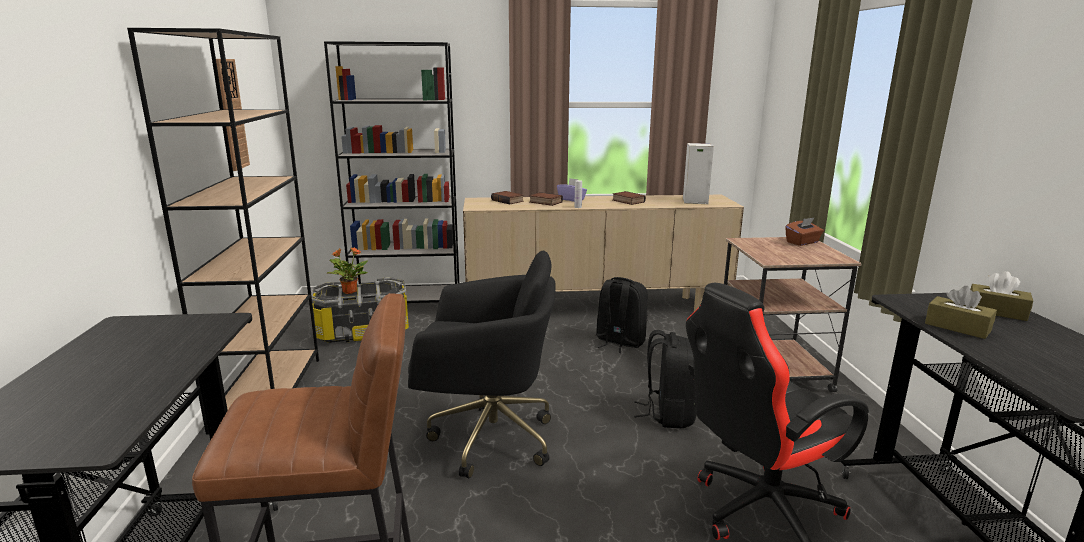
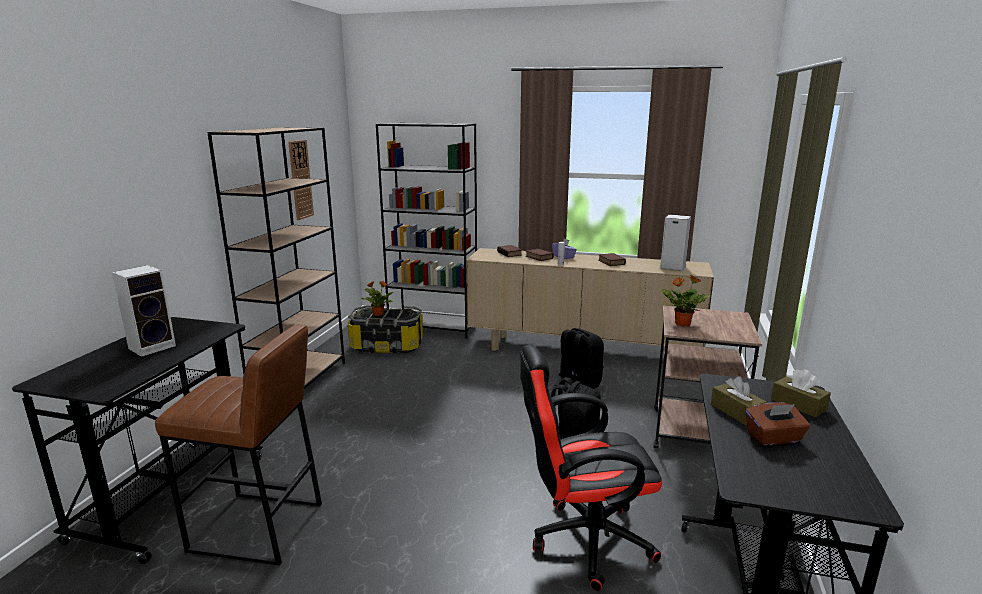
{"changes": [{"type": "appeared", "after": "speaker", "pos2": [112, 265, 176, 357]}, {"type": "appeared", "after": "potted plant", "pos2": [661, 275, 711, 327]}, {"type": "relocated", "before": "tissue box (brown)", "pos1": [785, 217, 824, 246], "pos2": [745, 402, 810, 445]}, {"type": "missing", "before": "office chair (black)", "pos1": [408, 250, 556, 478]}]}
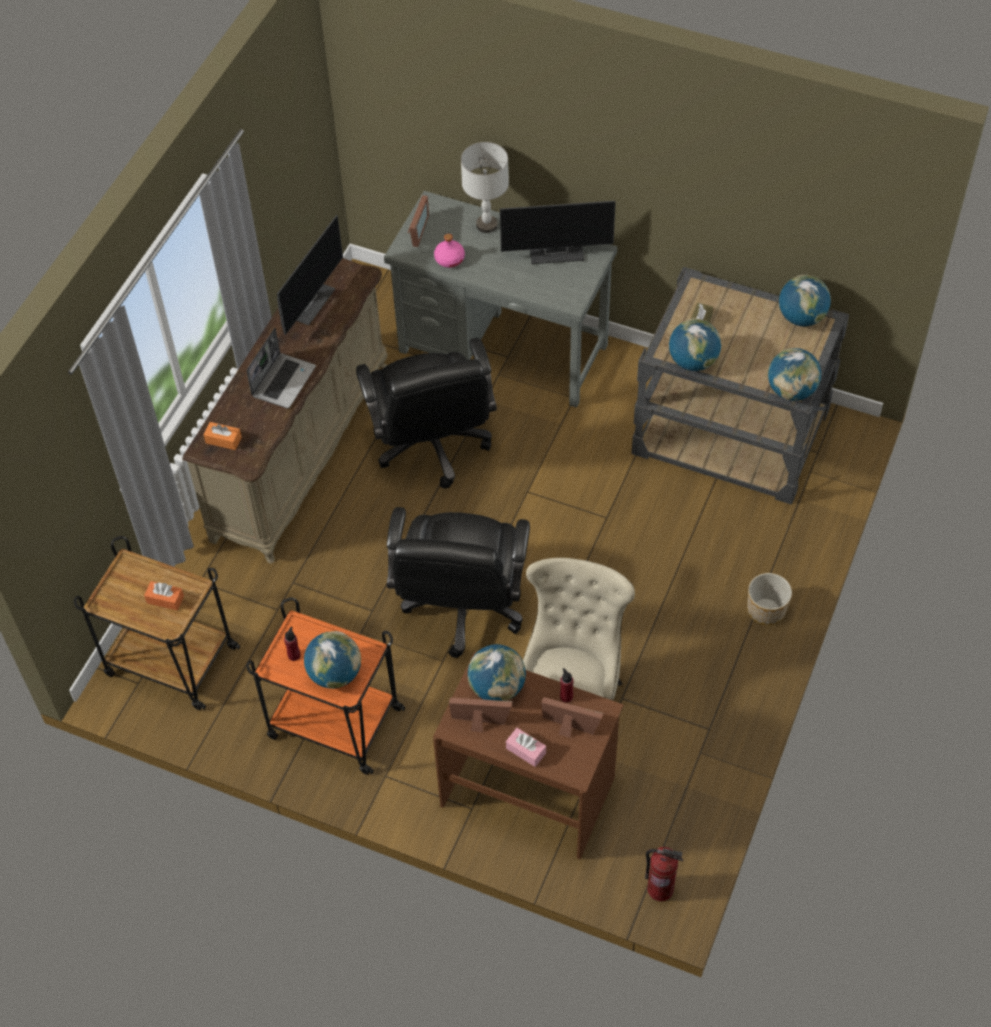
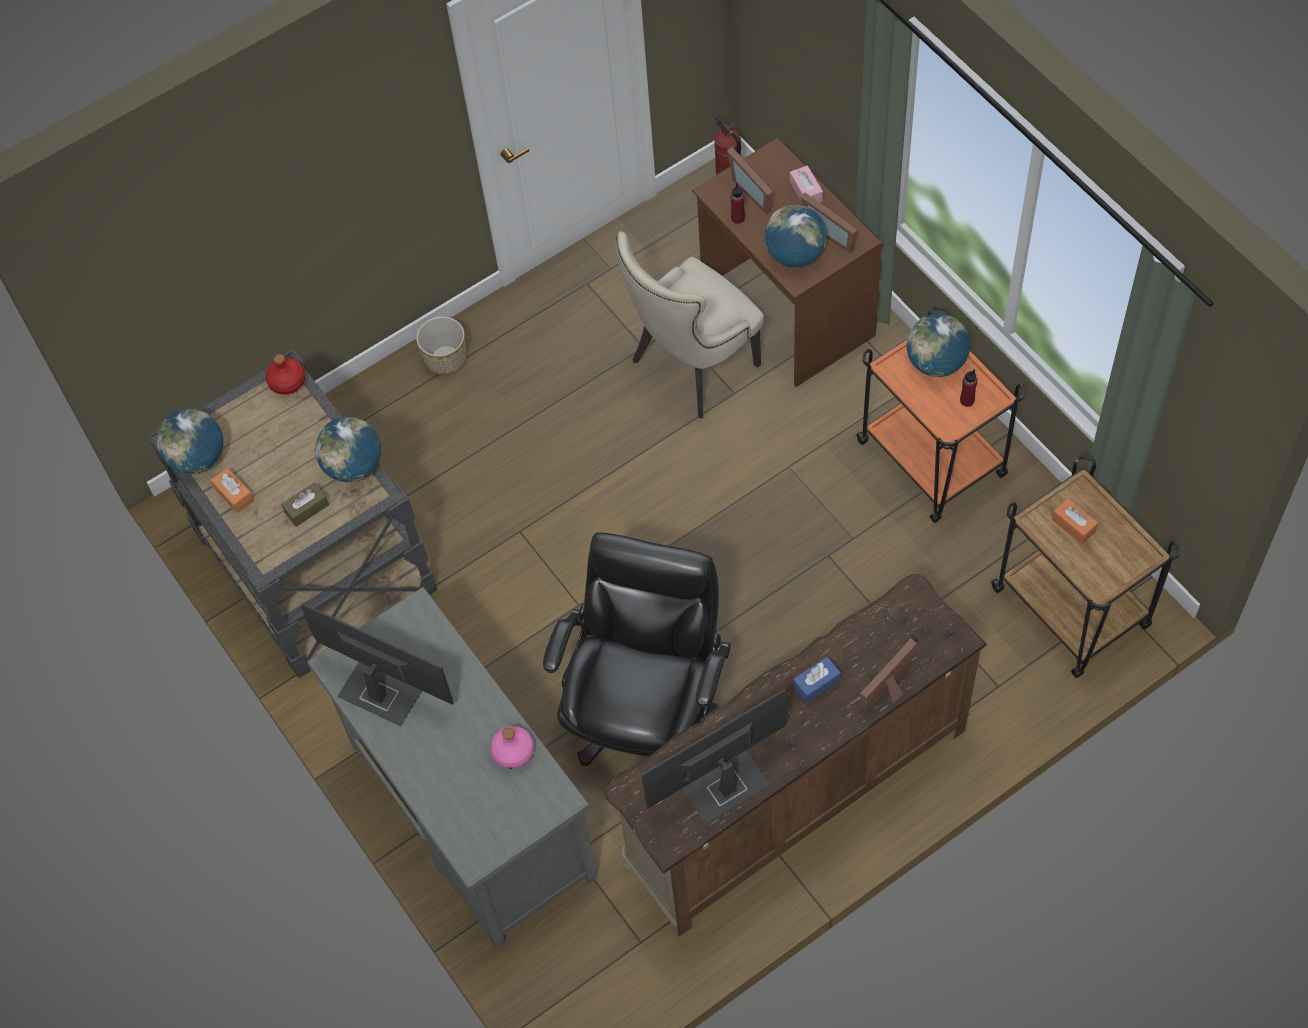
{"changes": [{"type": "relocated", "before": "tissue box (orange)", "pos1": [204, 422, 242, 450], "pos2": [211, 468, 254, 513]}, {"type": "exchanged", "before": "globe", "after": "bottle (red)", "pos1": [768, 348, 821, 401], "pos2": [266, 354, 306, 395]}, {"type": "exchanged", "before": "laptop", "after": "tissue box (blue)", "pos1": [247, 328, 316, 408], "pos2": [793, 657, 841, 703]}, {"type": "relocated", "before": "picture frame", "pos1": [408, 195, 429, 247], "pos2": [860, 639, 917, 712]}, {"type": "missing", "before": "office chair (black)", "pos1": [387, 507, 530, 658]}, {"type": "missing", "before": "table lamp (grey)", "pos1": [461, 142, 509, 233]}]}
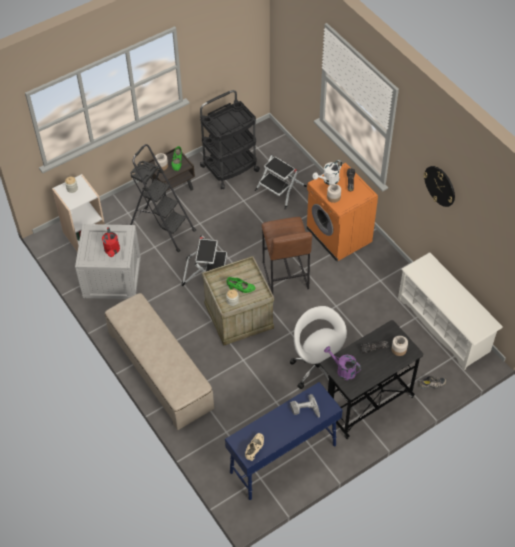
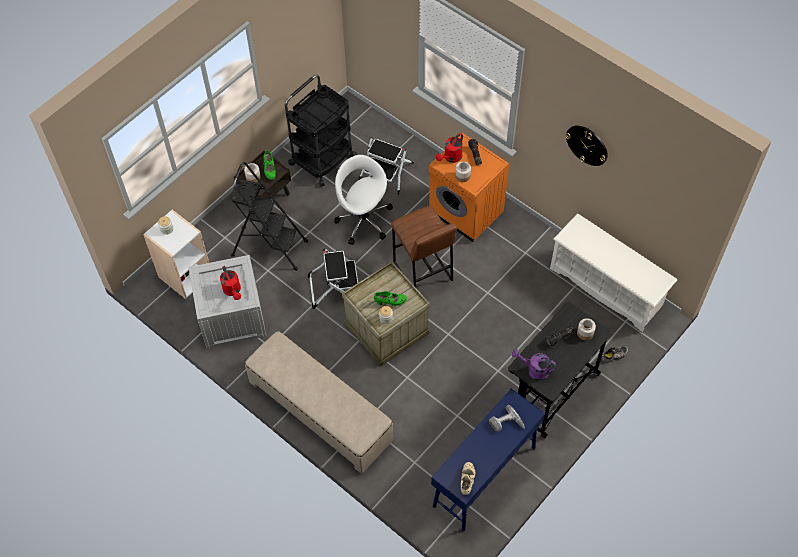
{"changes": [{"type": "relocated", "before": "office chair (white)", "pos1": [290, 306, 347, 389], "pos2": [334, 155, 393, 245]}, {"type": "colour", "before": "watering can (white)", "after": "watering can (red)", "pos1": [312, 160, 342, 185], "pos2": [436, 133, 463, 163]}]}
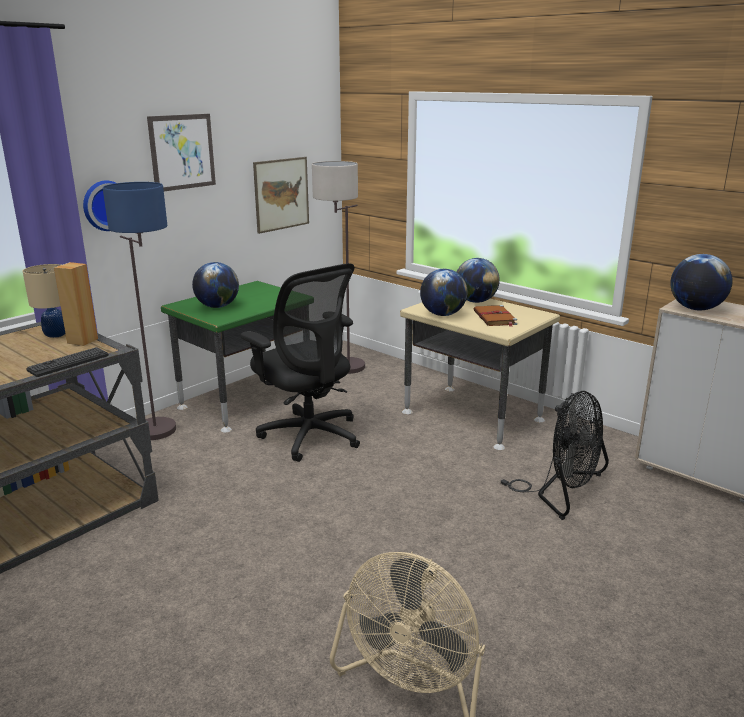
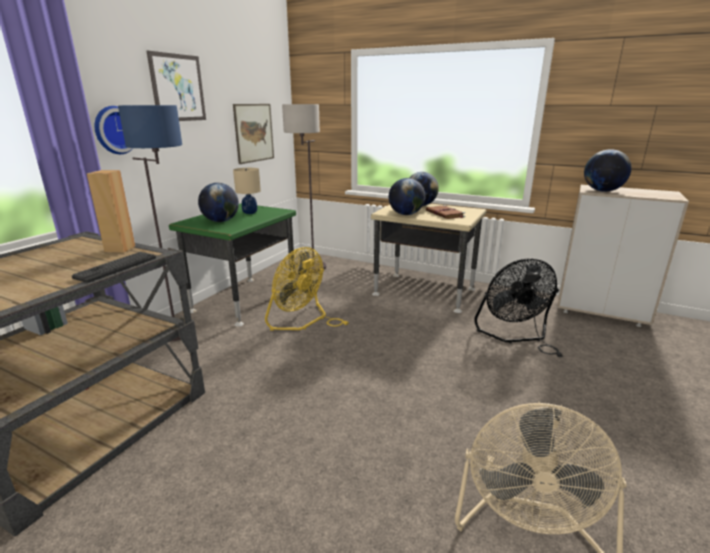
{"changes": [{"type": "relocated", "before": "table lamp (beige)", "pos1": [23, 264, 66, 338], "pos2": [233, 168, 261, 214]}, {"type": "exchanged", "before": "office chair (black)", "after": "fan (yellow)", "pos1": [241, 263, 360, 462], "pos2": [265, 247, 349, 331]}, {"type": "spun", "before": "fan (black)", "pos1": [500, 391, 609, 520], "pos2": [474, 259, 563, 357], "turn": -120}]}
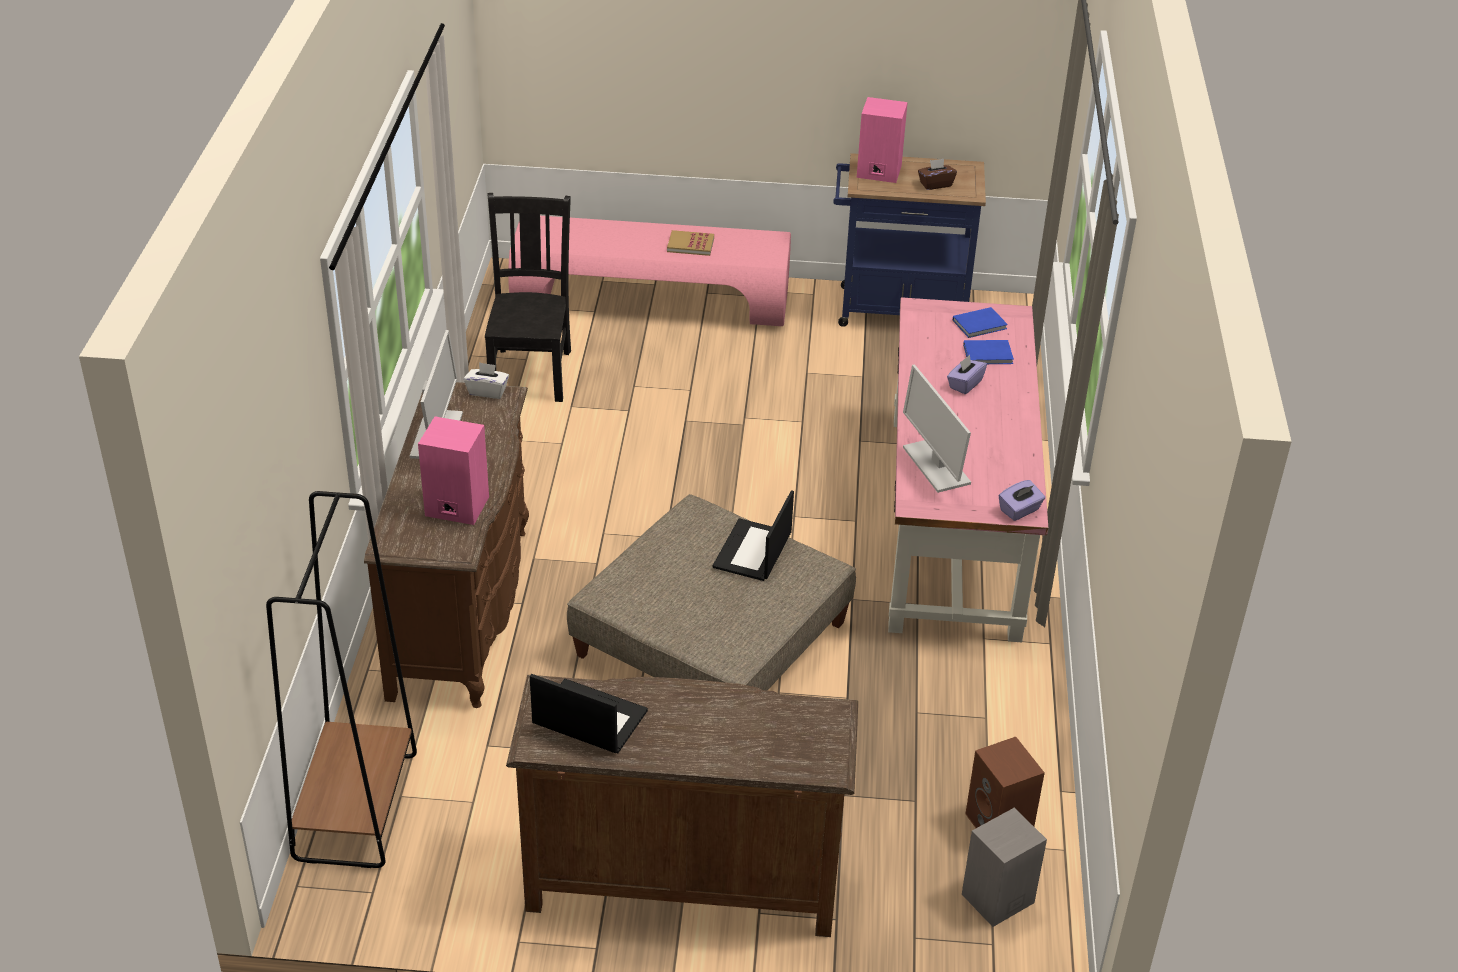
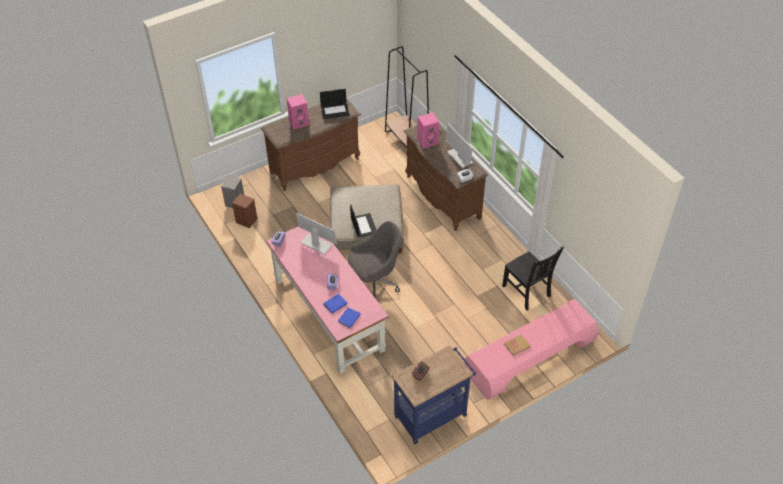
{"changes": [{"type": "relocated", "before": "speaker (pink)", "pos1": [857, 97, 908, 183], "pos2": [286, 94, 309, 129]}, {"type": "appeared", "after": "office chair (grey)", "pos2": [348, 221, 402, 299]}]}
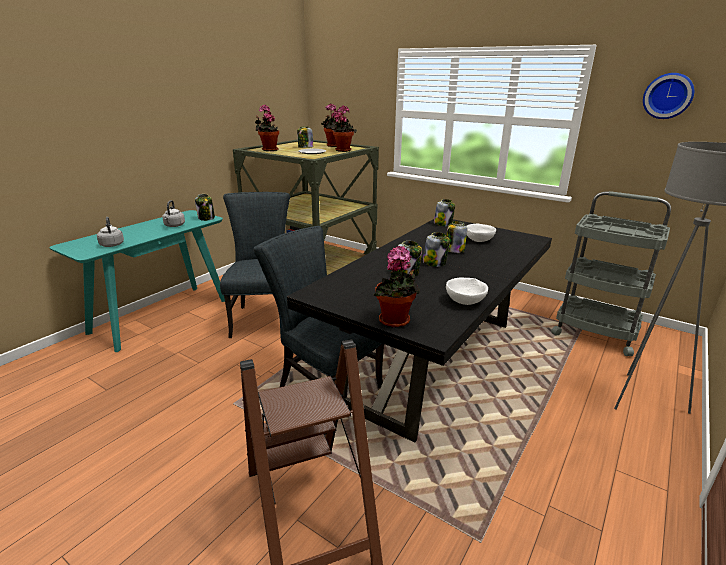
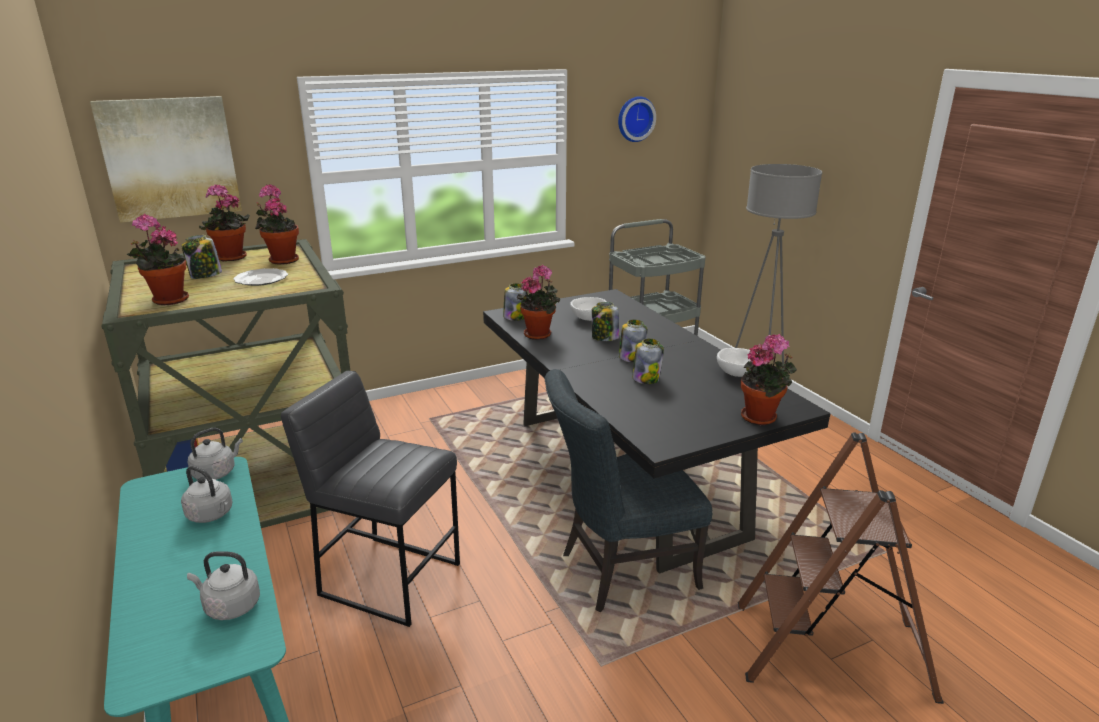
{"changes": [{"type": "appeared", "after": "picture", "pos2": [90, 96, 242, 223]}, {"type": "exchanged", "before": "jar", "after": "kettle (grey)", "pos1": [195, 194, 215, 221], "pos2": [188, 428, 243, 480]}, {"type": "exchanged", "before": "chair (grey)", "after": "stool (grey)", "pos1": [220, 192, 290, 338], "pos2": [281, 371, 460, 627]}, {"type": "appeared", "after": "potted plant", "pos2": [517, 265, 560, 340]}]}
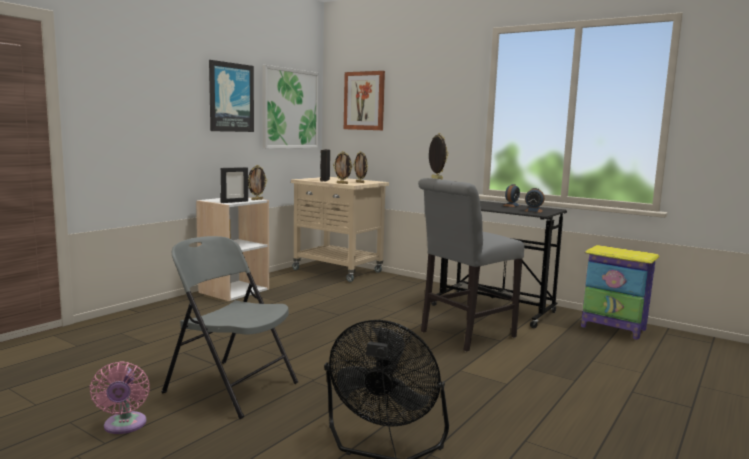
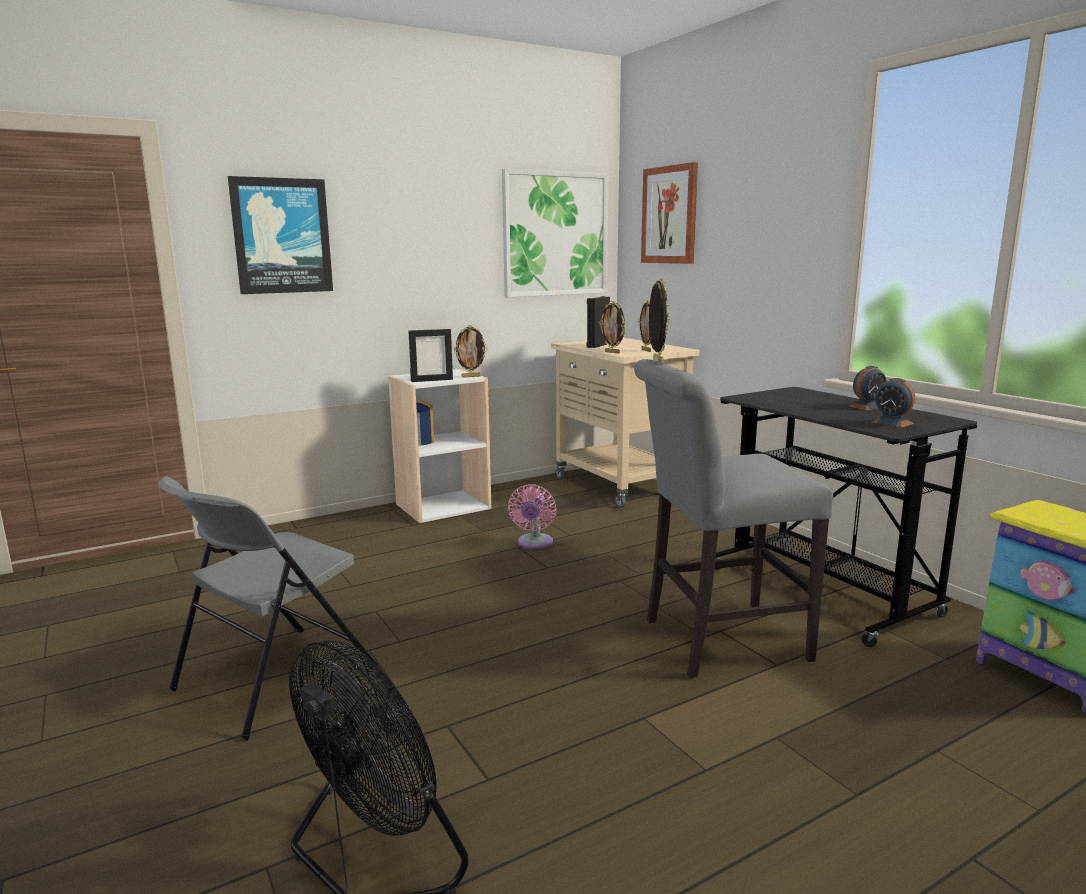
{"changes": [{"type": "spun", "before": "chair (grey)", "pos1": [162, 236, 298, 419], "pos2": [158, 477, 378, 741], "turn": -105}, {"type": "relocated", "before": "picture", "pos1": [209, 60, 254, 132], "pos2": [228, 176, 333, 294]}, {"type": "relocated", "before": "fan (pink)", "pos1": [89, 362, 150, 434], "pos2": [508, 484, 556, 549]}]}
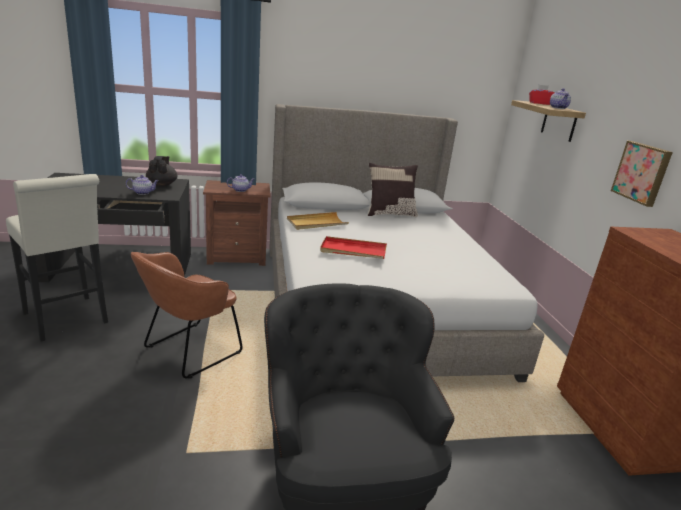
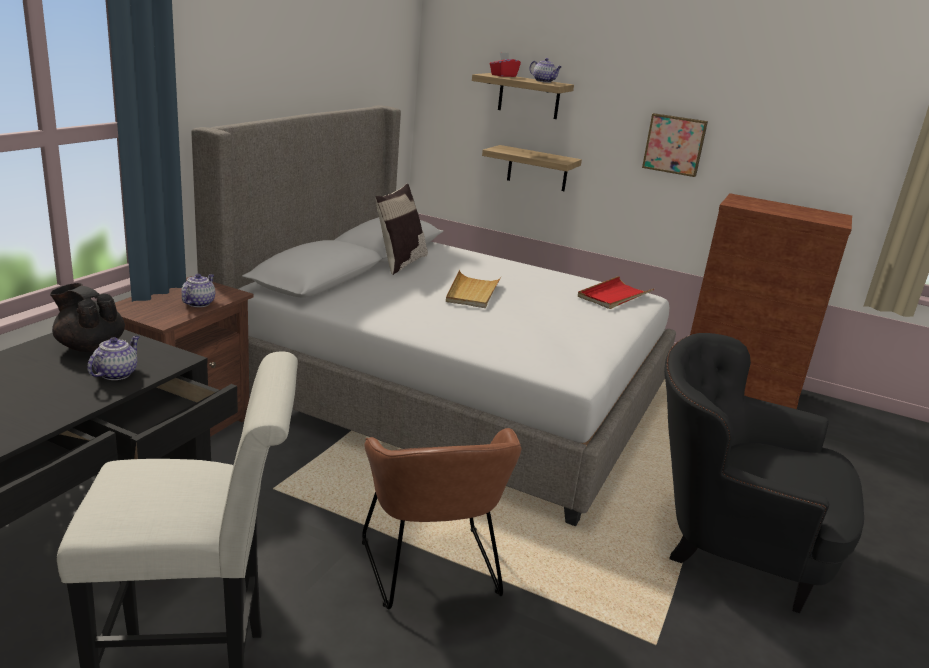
{"changes": [{"type": "relocated", "before": "tray (beige)", "pos1": [287, 212, 349, 230], "pos2": [446, 270, 502, 308]}, {"type": "appeared", "after": "shelf", "pos2": [482, 145, 582, 191]}, {"type": "relocated", "before": "tray (red)", "pos1": [320, 236, 387, 259], "pos2": [578, 276, 655, 309]}]}
